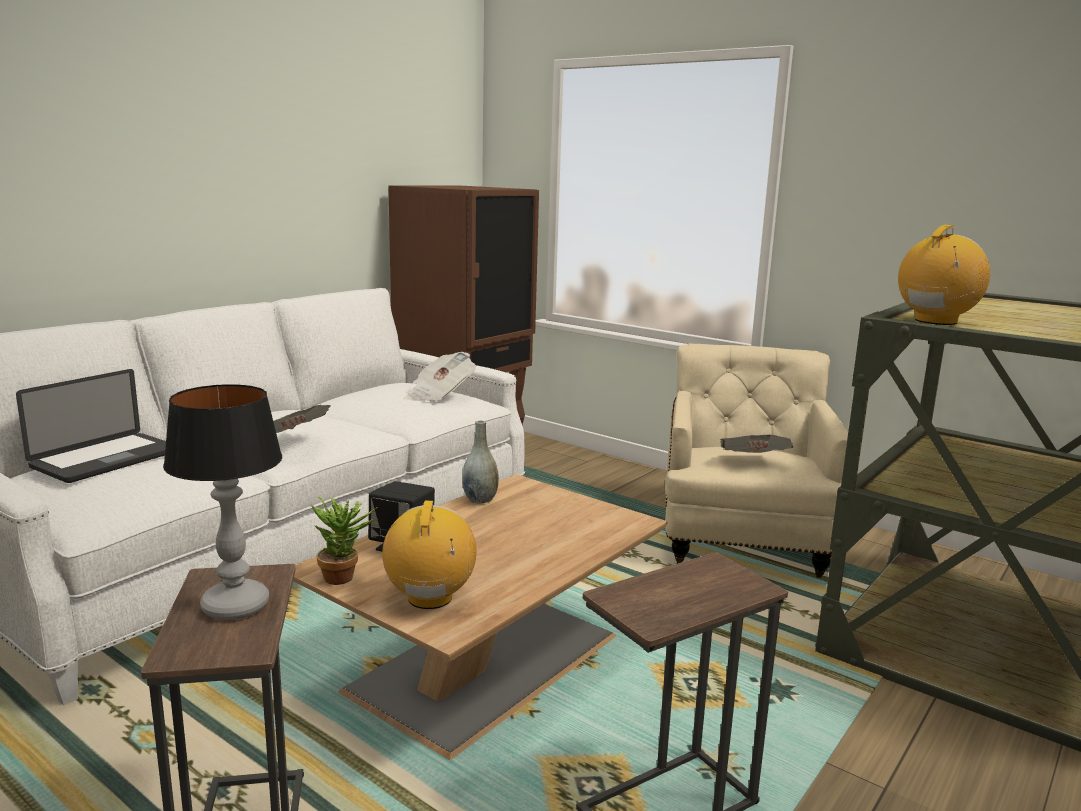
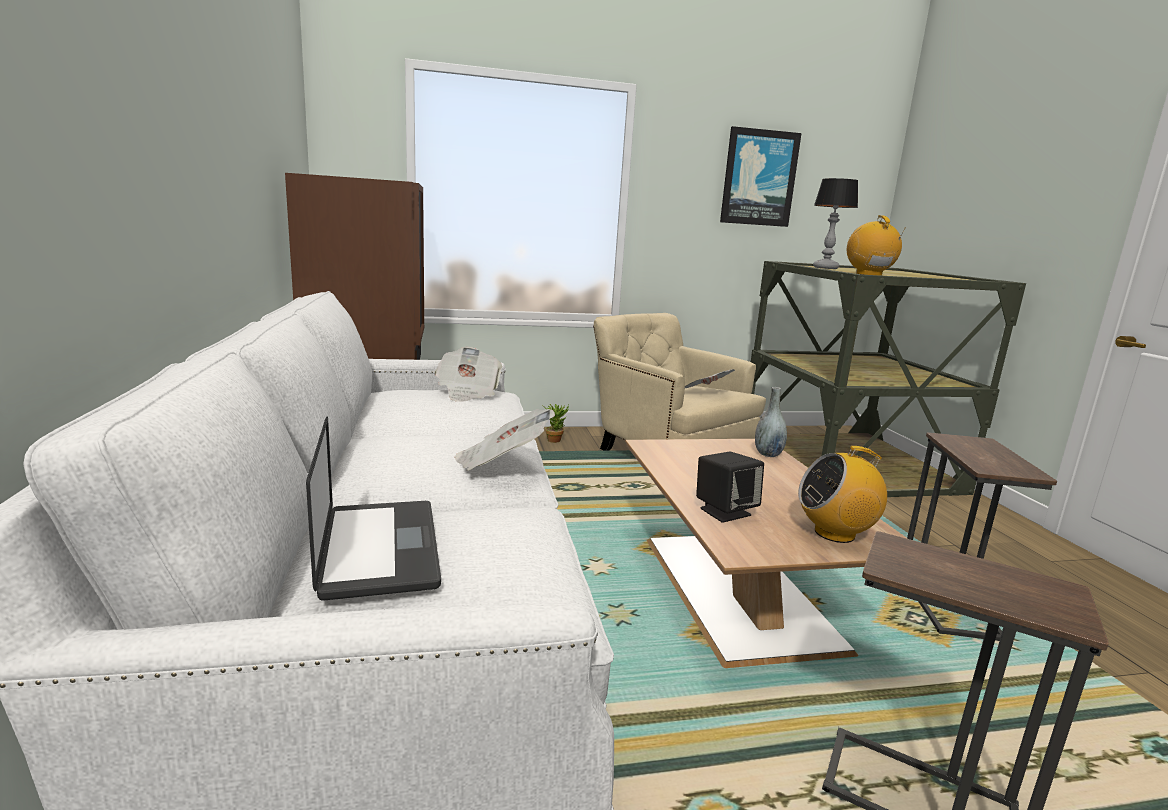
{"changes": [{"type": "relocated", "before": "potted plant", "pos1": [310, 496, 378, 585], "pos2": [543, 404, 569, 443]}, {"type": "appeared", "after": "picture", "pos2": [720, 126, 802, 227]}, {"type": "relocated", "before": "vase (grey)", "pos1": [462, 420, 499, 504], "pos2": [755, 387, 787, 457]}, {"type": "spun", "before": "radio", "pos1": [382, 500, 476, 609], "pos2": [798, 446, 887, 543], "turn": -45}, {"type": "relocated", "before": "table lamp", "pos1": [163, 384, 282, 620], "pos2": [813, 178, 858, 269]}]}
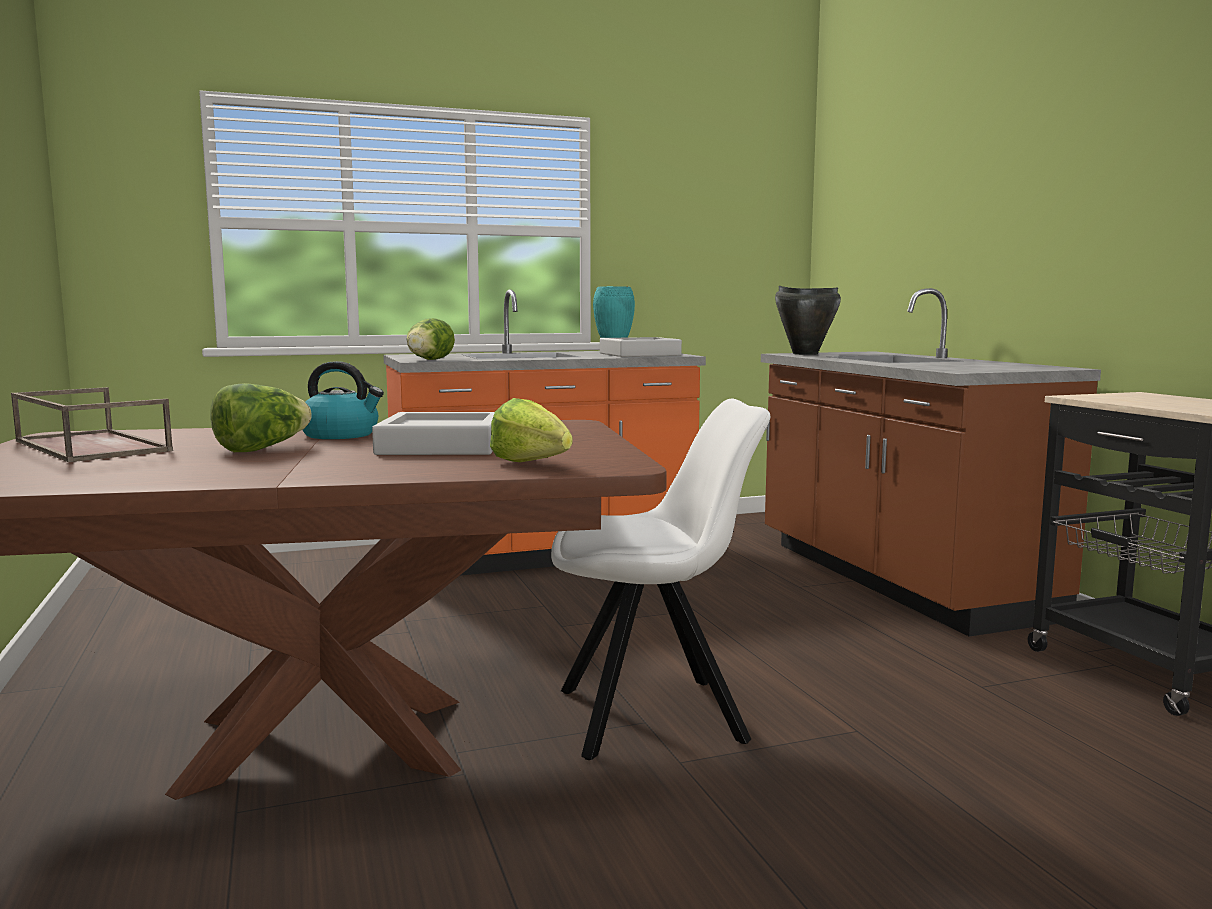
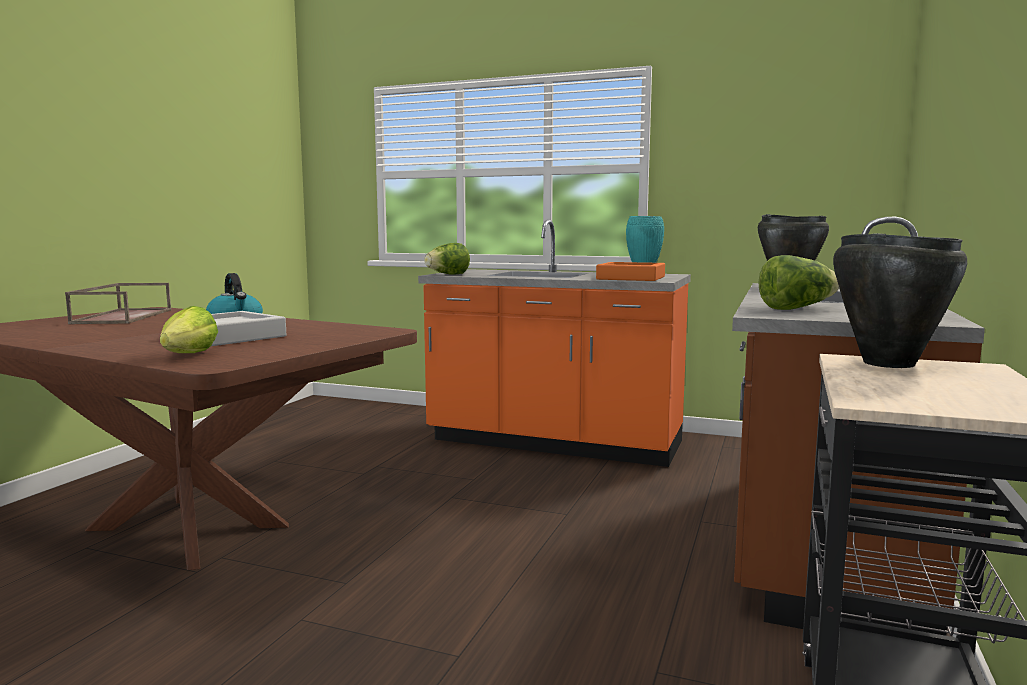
{"changes": [{"type": "colour", "before": "tray (grey)", "after": "tray (orange)", "pos1": [600, 337, 682, 357], "pos2": [596, 262, 665, 281]}, {"type": "relocated", "before": "lettuce", "pos1": [210, 383, 312, 452], "pos2": [759, 255, 839, 310]}, {"type": "appeared", "after": "cooking pot (black)", "pos2": [833, 233, 967, 368]}, {"type": "missing", "before": "chair (white)", "pos1": [551, 399, 770, 760]}]}
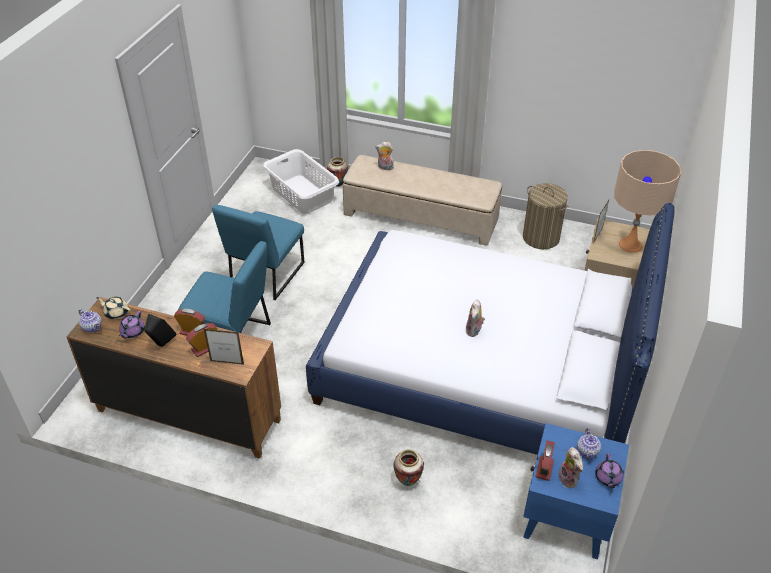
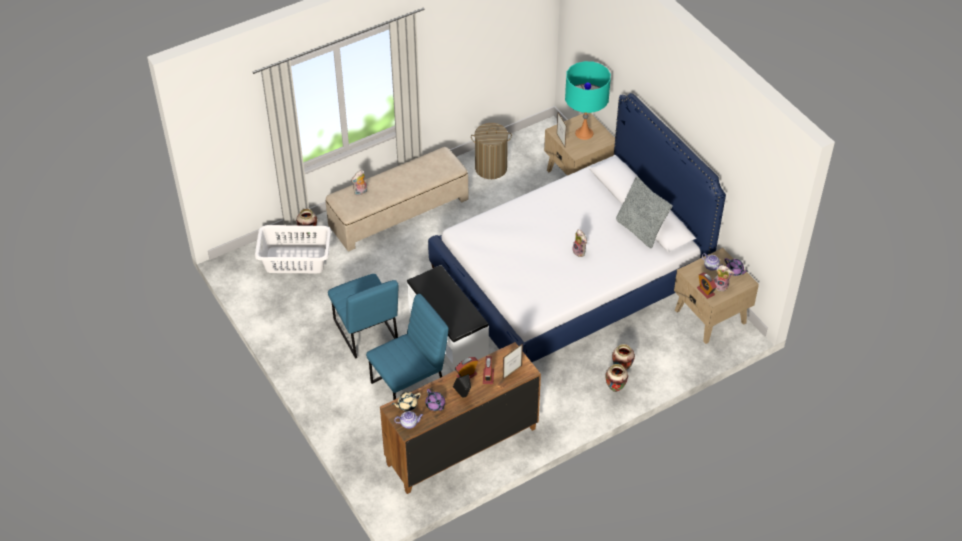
{"changes": [{"type": "appeared", "after": "bench (white)", "pos2": [406, 265, 489, 371]}, {"type": "colour", "before": "table lamp (beige)", "after": "table lamp (turquoise)", "pos1": [614, 150, 681, 253], "pos2": [565, 61, 611, 140]}, {"type": "appeared", "after": "vase", "pos2": [605, 364, 628, 392]}, {"type": "appeared", "after": "pillow (grey)", "pos2": [616, 177, 673, 248]}, {"type": "colour", "before": "nightstand (blue)", "after": "nightstand (beige)", "pos1": [523, 423, 629, 559], "pos2": [674, 248, 759, 344]}]}
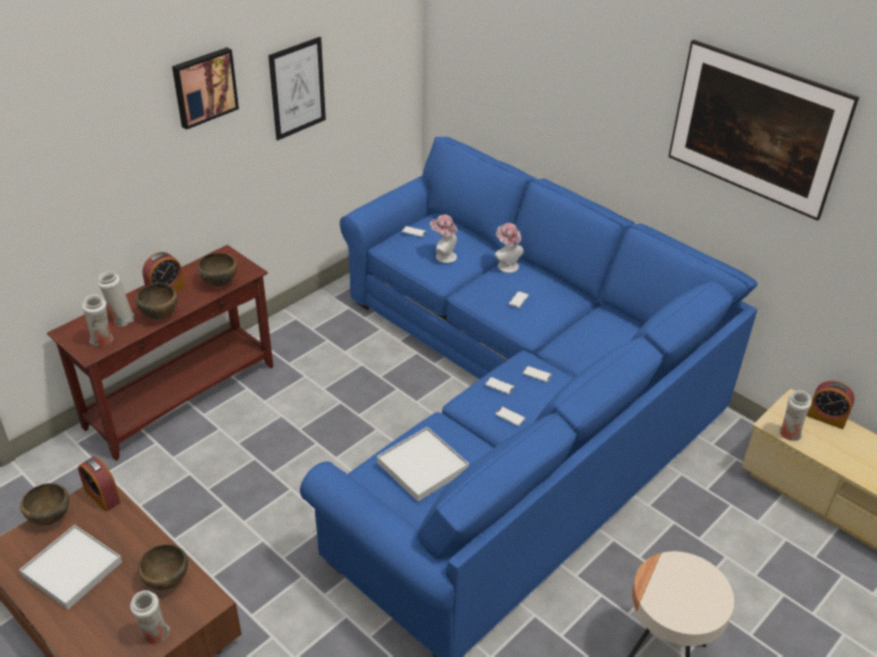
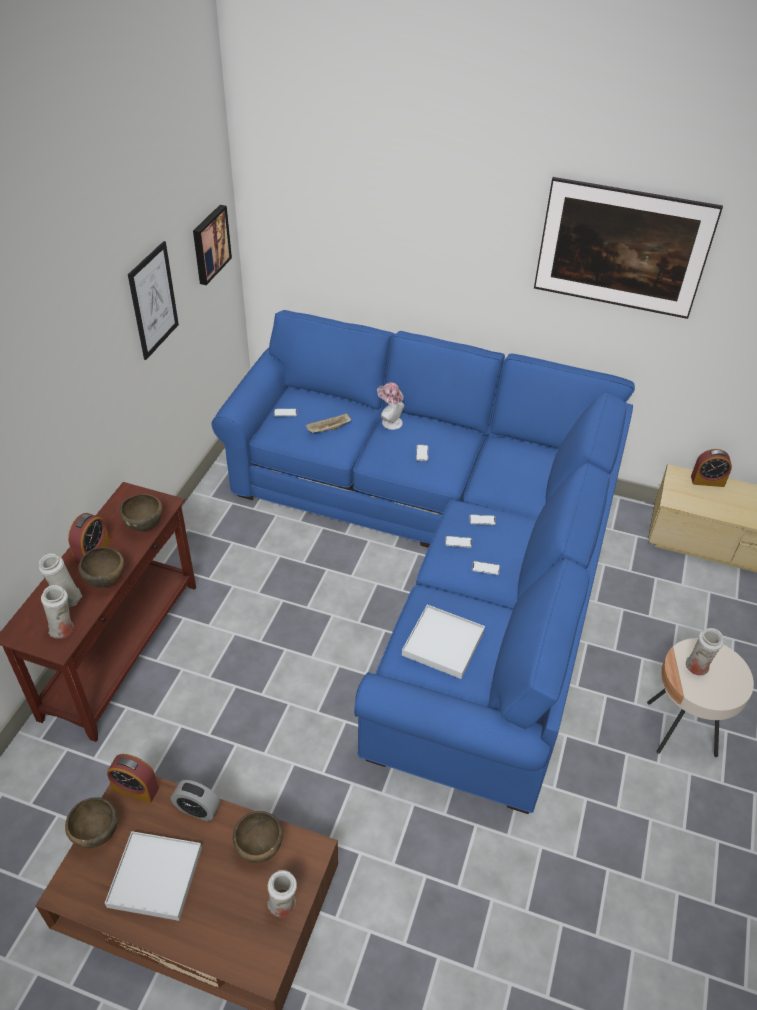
{"changes": [{"type": "appeared", "after": "alarm clock", "pos2": [171, 780, 220, 821]}, {"type": "relocated", "before": "picture", "pos1": [172, 47, 239, 130], "pos2": [193, 205, 232, 285]}, {"type": "exchanged", "before": "hat", "after": "tray (beige)", "pos1": [430, 214, 458, 263], "pos2": [306, 413, 351, 433]}, {"type": "relocated", "before": "vase (white)", "pos1": [780, 390, 812, 441], "pos2": [686, 628, 724, 675]}]}
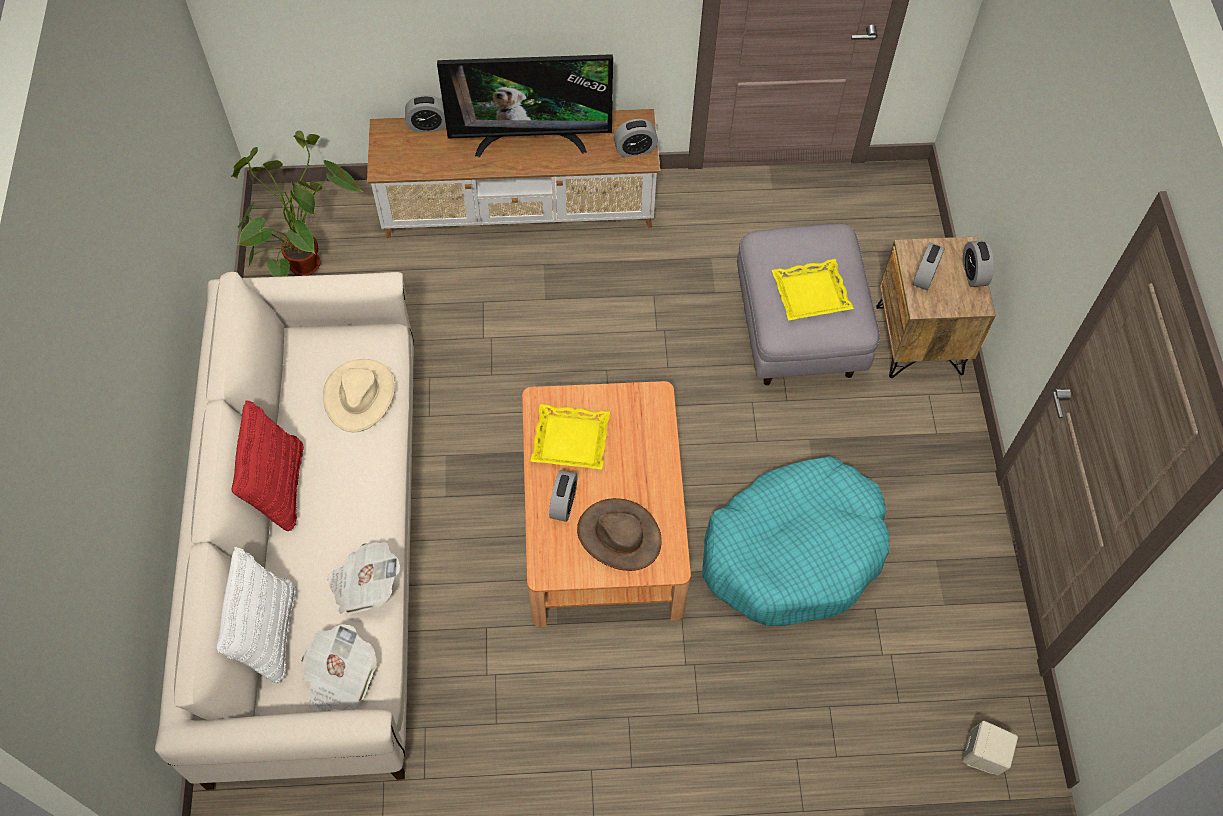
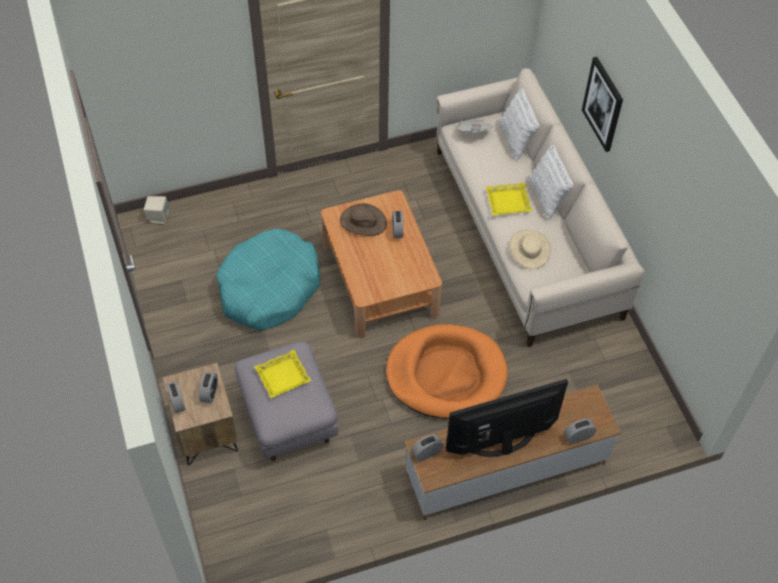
{"changes": [{"type": "appeared", "after": "dog bed (orange)", "pos2": [386, 324, 508, 419]}, {"type": "relocated", "before": "tray (yellow)", "pos1": [530, 404, 610, 469], "pos2": [486, 183, 532, 215]}, {"type": "colour", "before": "pillow (red)", "after": "pillow (white)", "pos1": [231, 400, 304, 531], "pos2": [528, 145, 574, 220]}, {"type": "appeared", "after": "picture", "pos2": [582, 57, 623, 152]}, {"type": "missing", "before": "potted plant", "pos1": [231, 131, 363, 277]}, {"type": "missing", "before": "newspaper", "pos1": [327, 542, 400, 614]}]}
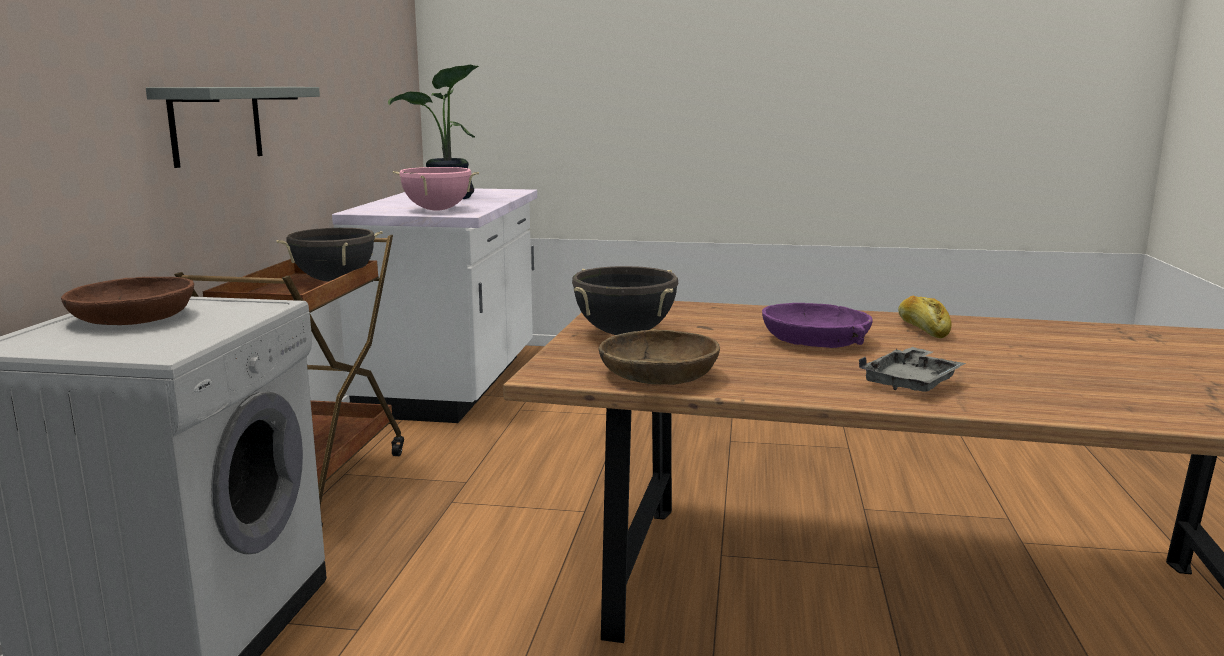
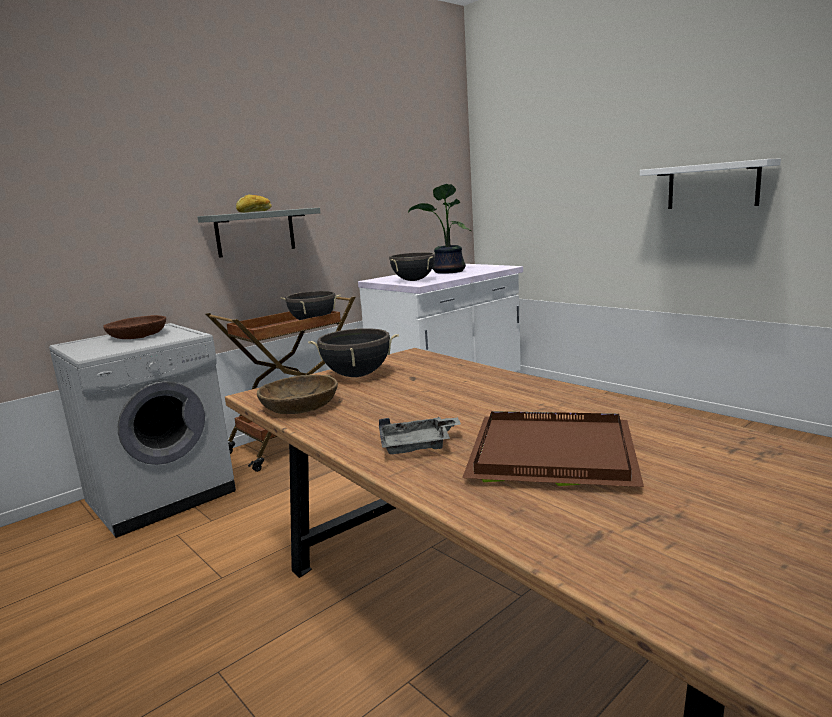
{"changes": [{"type": "relocated", "before": "bread", "pos1": [898, 296, 952, 338], "pos2": [236, 194, 271, 213]}, {"type": "colour", "before": "cooking pot (pink)", "after": "cooking pot (black)", "pos1": [393, 167, 479, 211], "pos2": [389, 252, 435, 281]}, {"type": "appeared", "after": "tray (brown)", "pos2": [462, 411, 644, 487]}, {"type": "appeared", "after": "shelf (white)", "pos2": [640, 159, 781, 209]}, {"type": "missing", "before": "bowl (purple)", "pos1": [762, 303, 873, 348]}]}
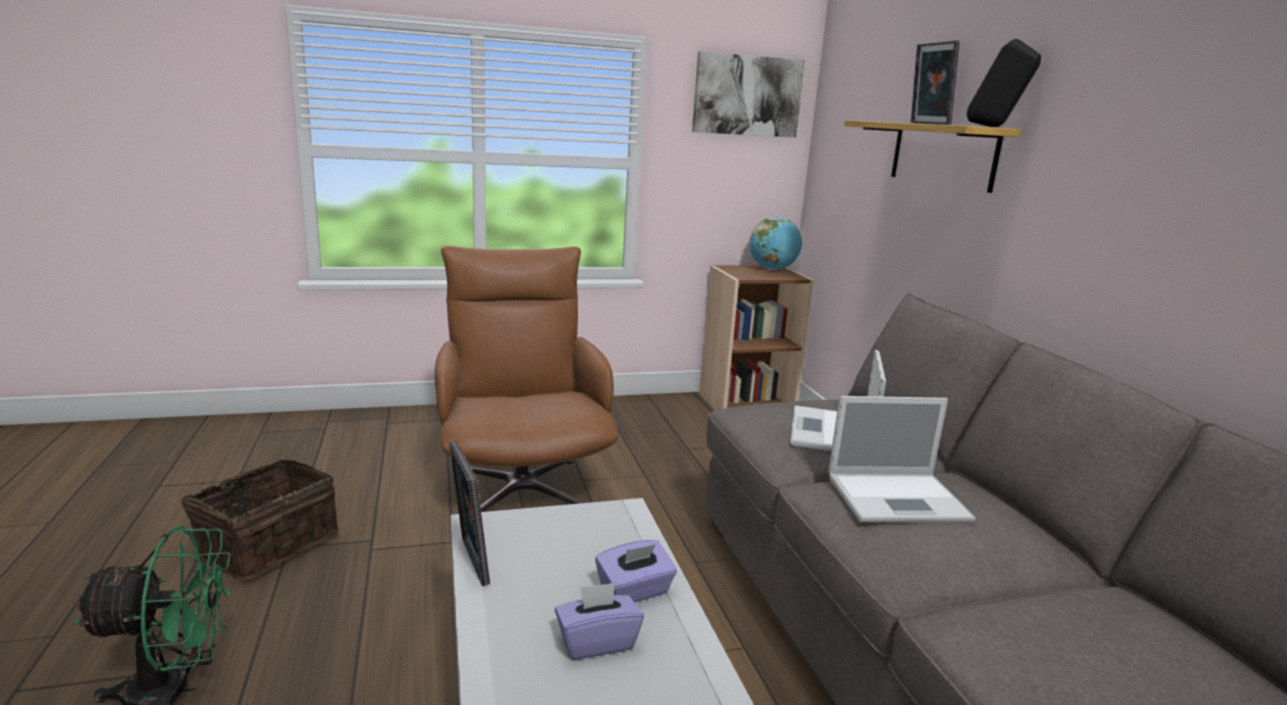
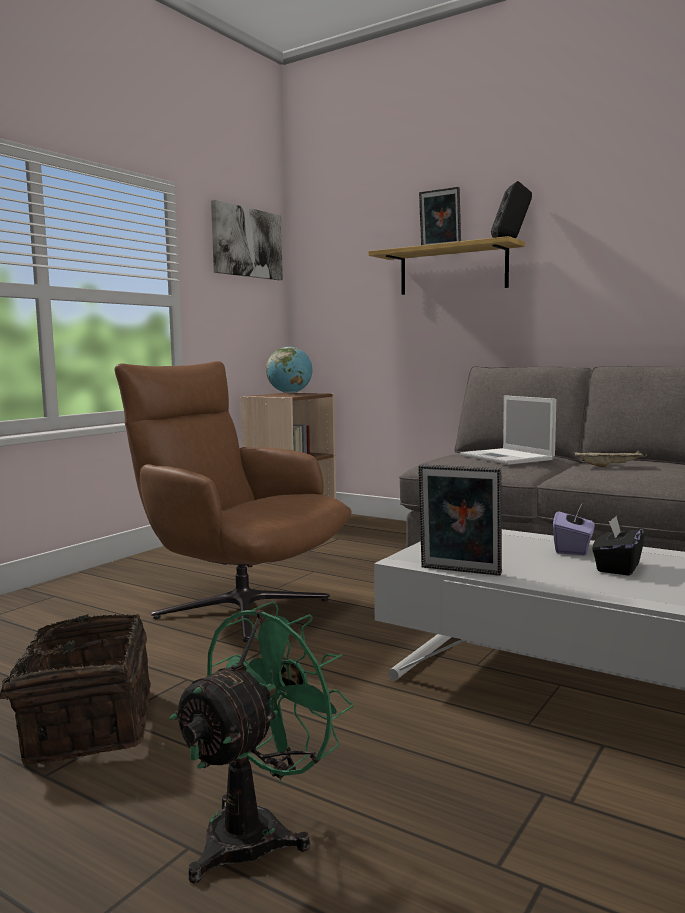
{"changes": [{"type": "exchanged", "before": "laptop", "after": "tray (beige)", "pos1": [828, 396, 976, 522], "pos2": [574, 450, 647, 467]}, {"type": "colour", "before": "tissue box (purple)", "after": "tissue box (black)", "pos1": [555, 582, 644, 660], "pos2": [592, 516, 645, 576]}]}
